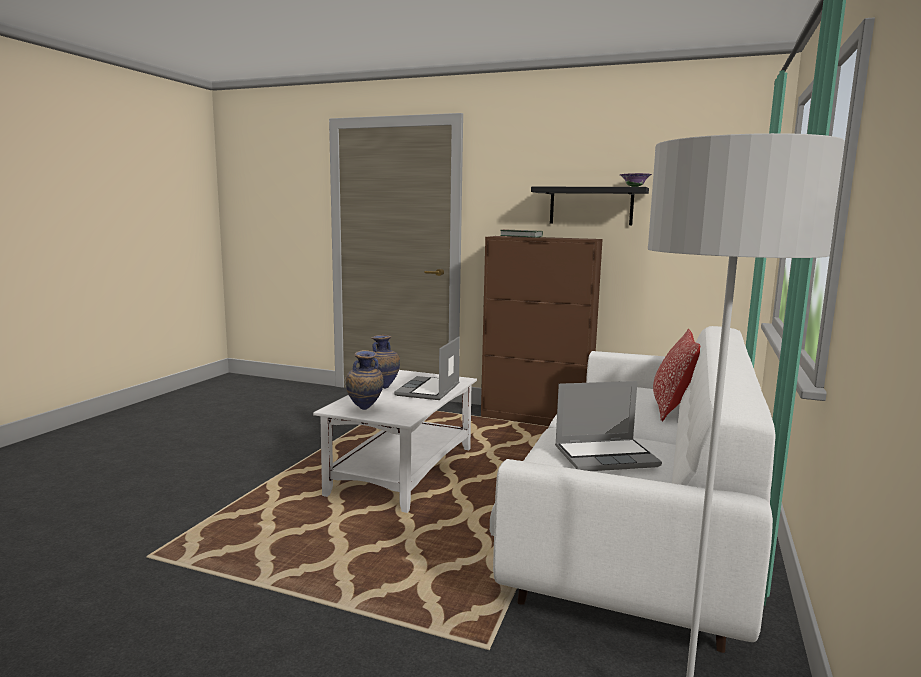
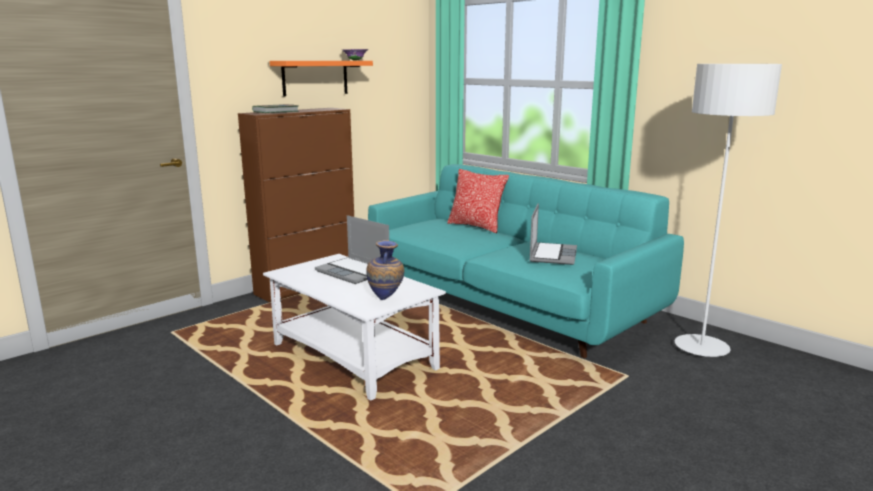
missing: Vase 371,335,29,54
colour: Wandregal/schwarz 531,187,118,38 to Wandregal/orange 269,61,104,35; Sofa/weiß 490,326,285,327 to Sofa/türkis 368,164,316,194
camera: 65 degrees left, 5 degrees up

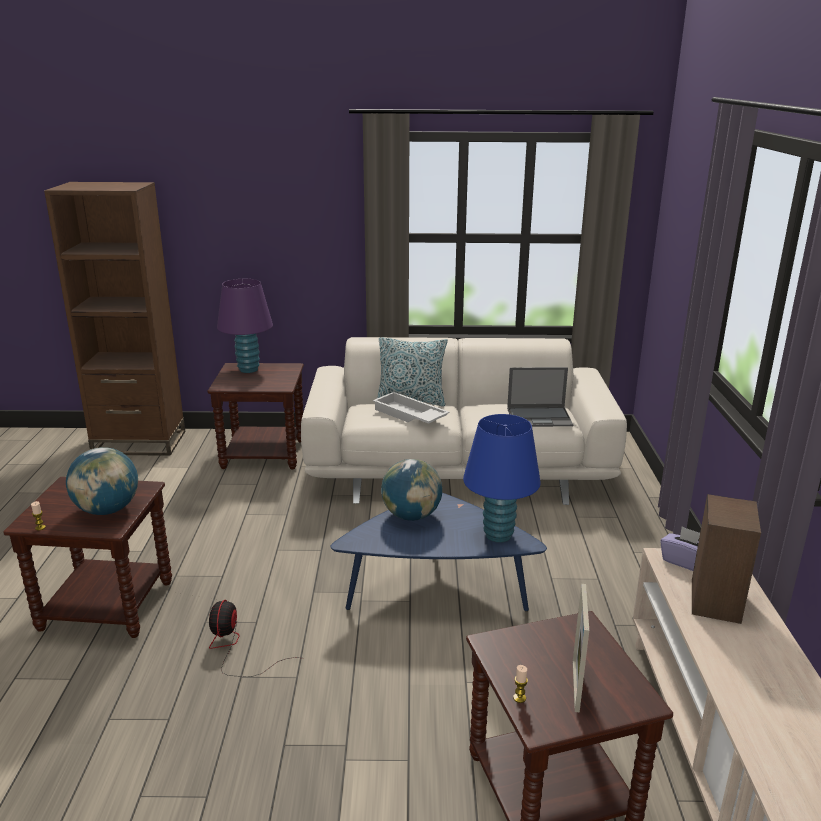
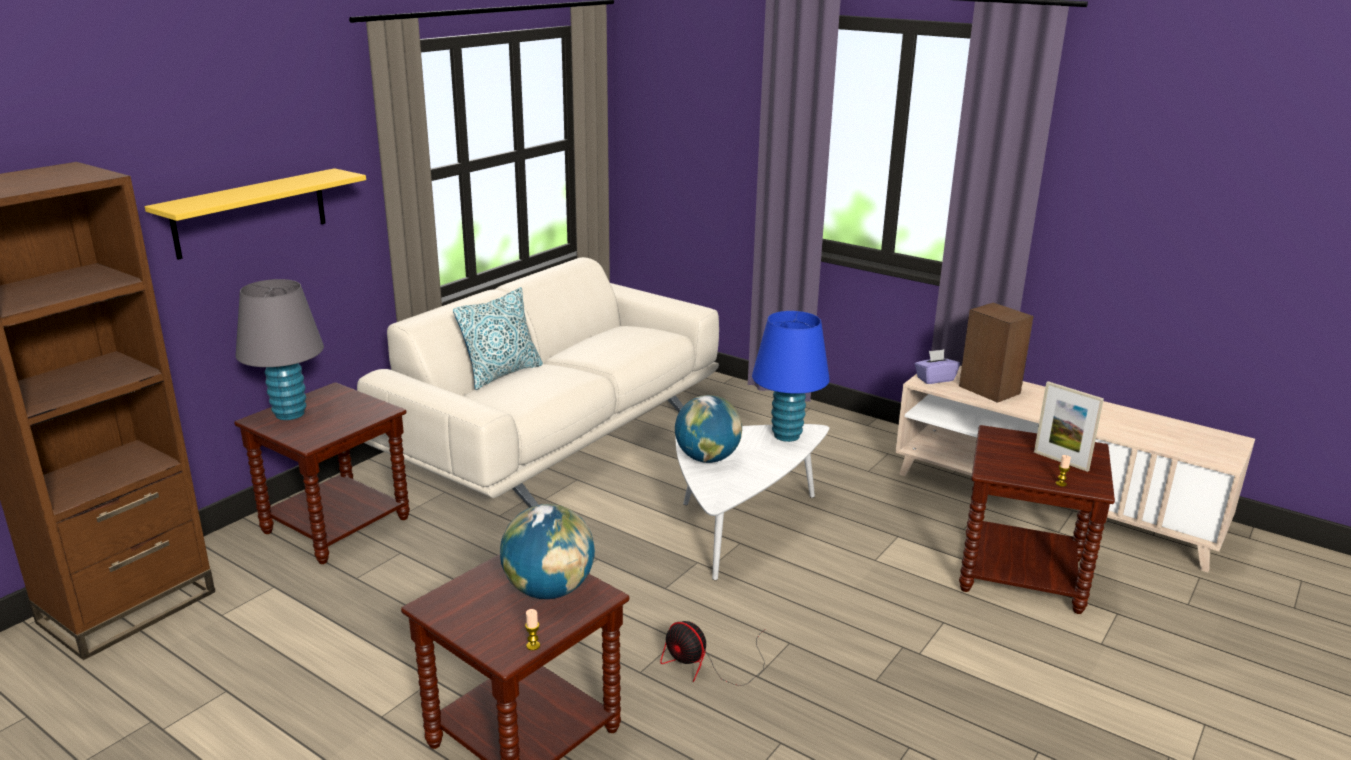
missing: Laptop 507,367,66,60; Tablett/weiß 373,392,77,32
appeared: Wandregal/gelb 145,168,221,92
colour: Tischlampe/lila 217,279,56,94 to Tischlampe/grau 236,279,88,141; Couchtisch/blau 330,493,217,118 to Couchtisch/weiß 675,424,155,156
camera: 55 degrees left, 0 degrees up

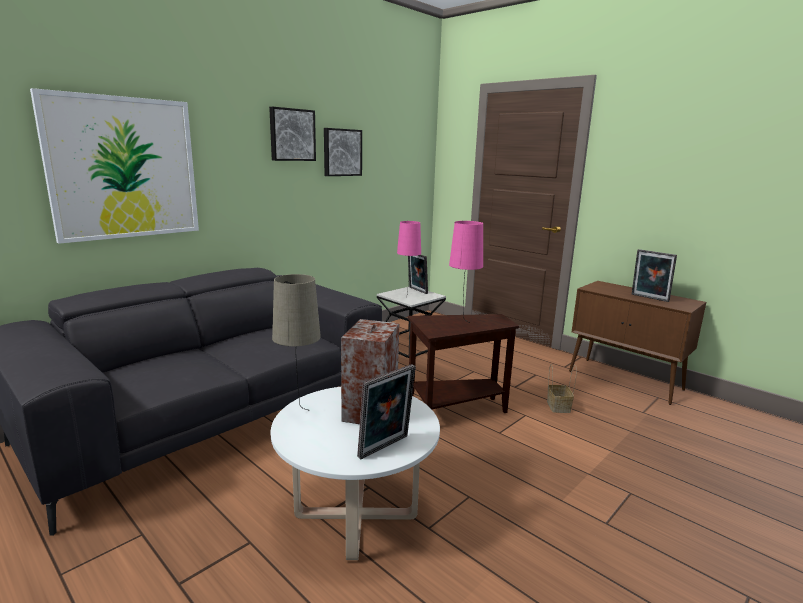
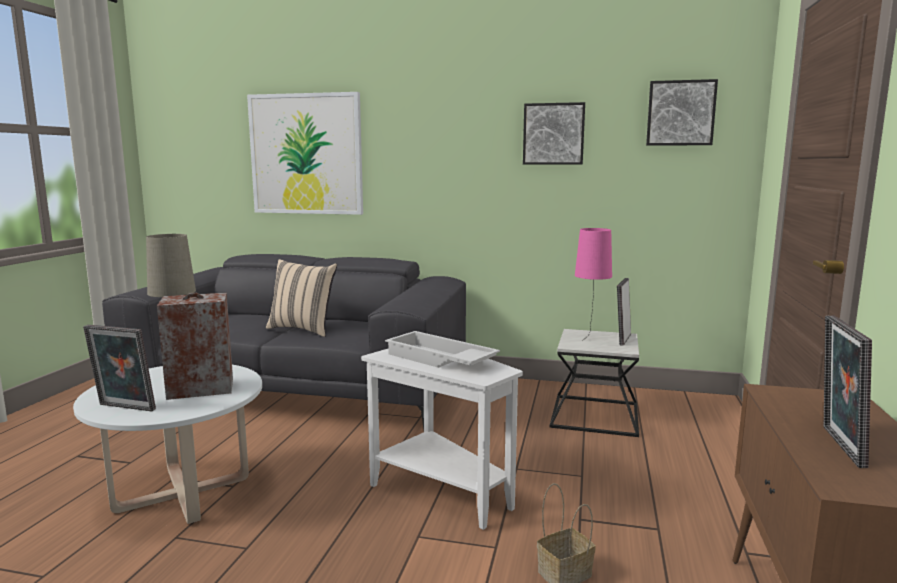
appeared: Kissen/beige 266,259,71,78
relocated: Bild 269,107,47,54 to 646,79,72,67
exchanged: Tischlampe/rosa 449,221,34,101 to Tablett/weiß 385,331,115,37
colour: Beistelltisch/braun 408,314,111,99 to Beistelltisch/weiß 361,349,162,181
camera: 60 degrees right, 5 degrees down

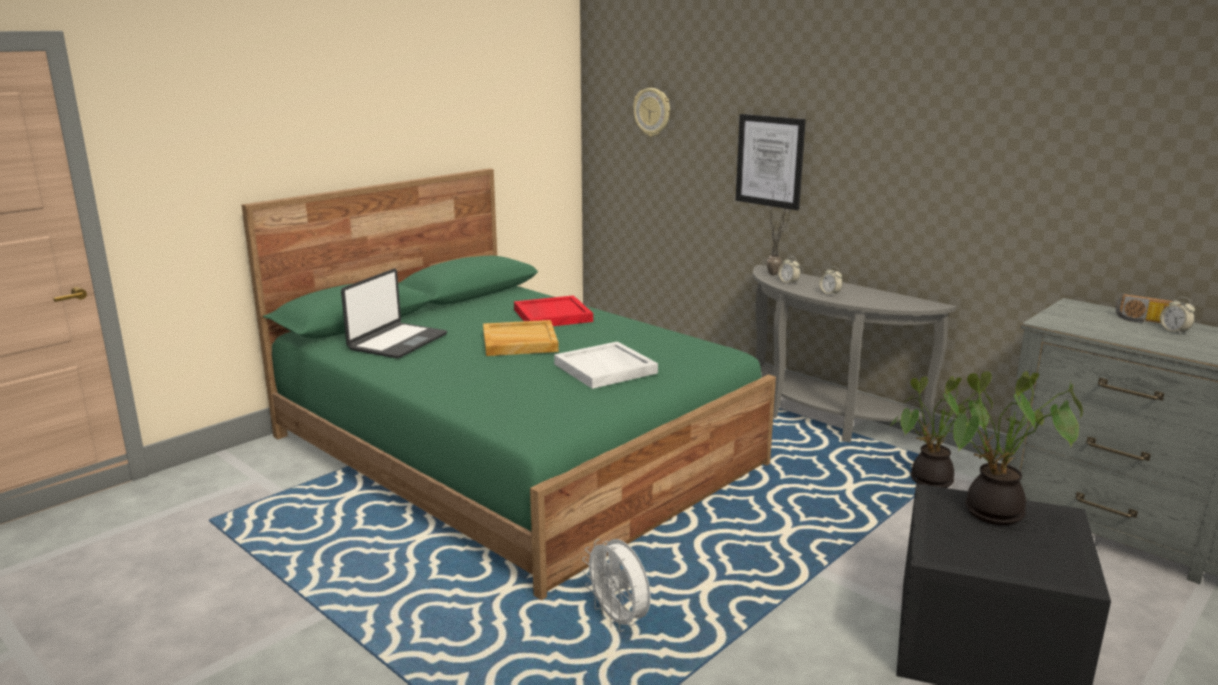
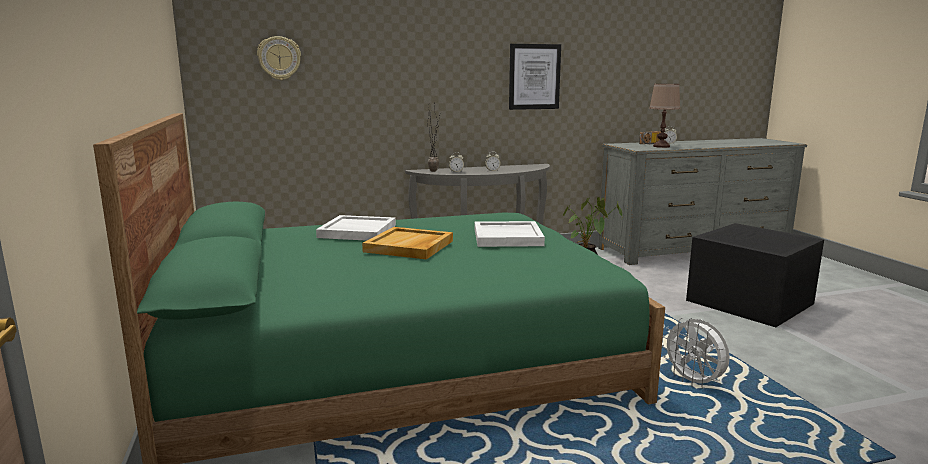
missing: Laptop 341,269,106,89; Topfpflanze 938,371,145,154
appeared: Tischlampe/braun 649,84,31,64
relocated: Bild 736,114,70,96 to 509,44,52,66
colour: Tablett/rot 514,295,79,31 to Tablett/weiß 316,215,80,26
spun: Ventilator/weiß 582,539,69,93 = 662,318,68,70 60 degrees clockwise
camera: 60 degrees left, 5 degrees down

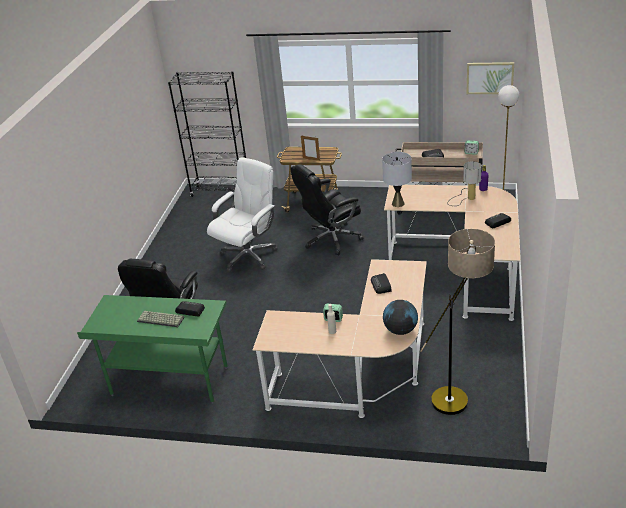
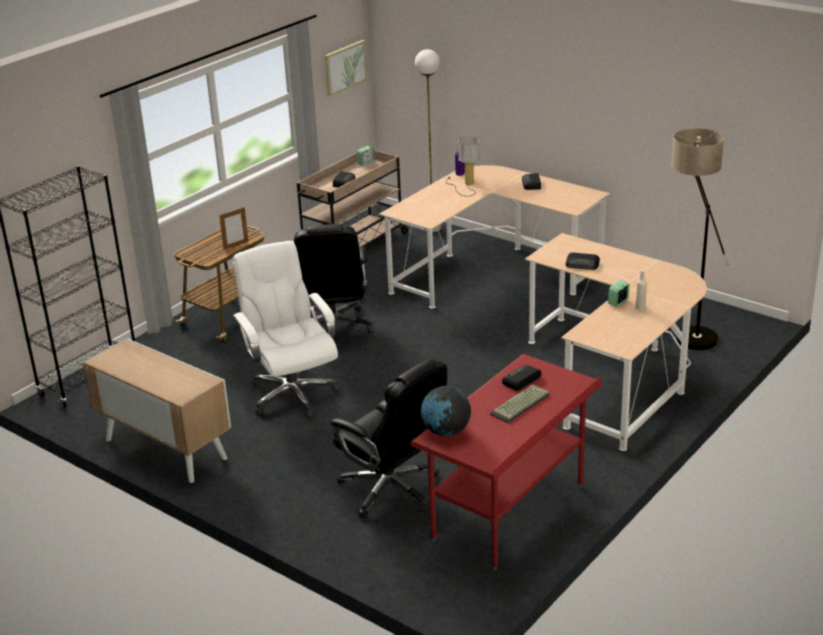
missing: Tischlampe/grau 382,152,30,55
appeared: Schrank 83,338,148,145
relocated: Globus 383,300,35,35 to 421,386,50,50
colour: Schreibtisch/grün 77,295,151,109 to Schreibtisch/rot 411,354,191,216
camera: 65 degrees left, 5 degrees down

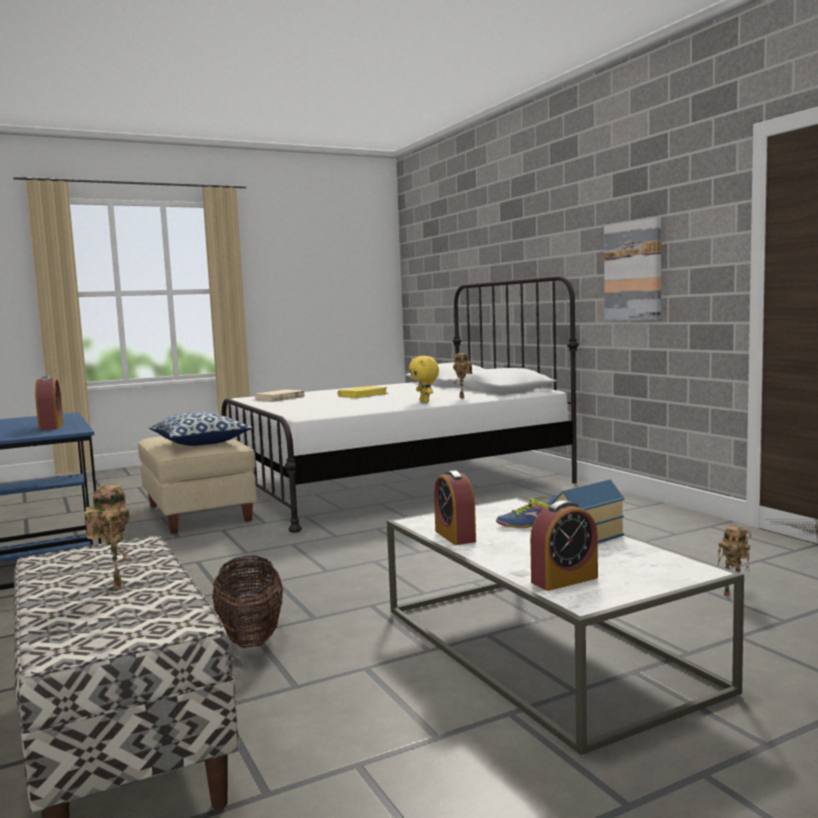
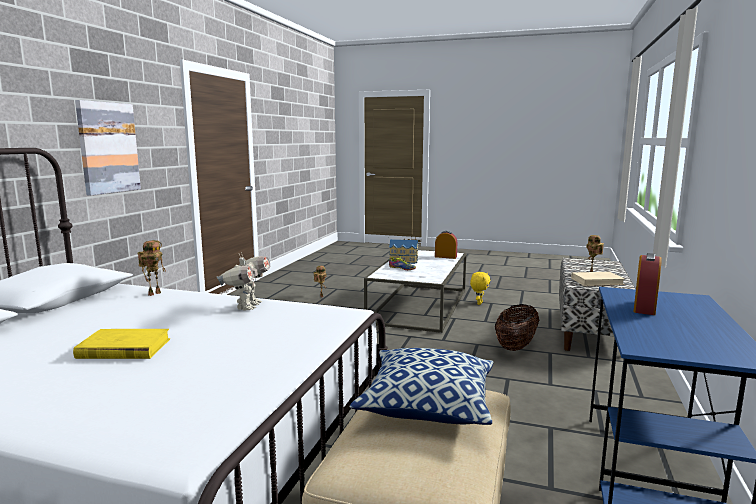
missing: Wecker 434,470,42,75
appeared: Spielzeugroboter 217,252,53,59
relocated: Plüschtier/gelb 409,356,30,47 to 470,272,21,33; Buch/beige 254,390,51,12 to 571,272,54,14
camera: 135 degrees left, 5 degrees up

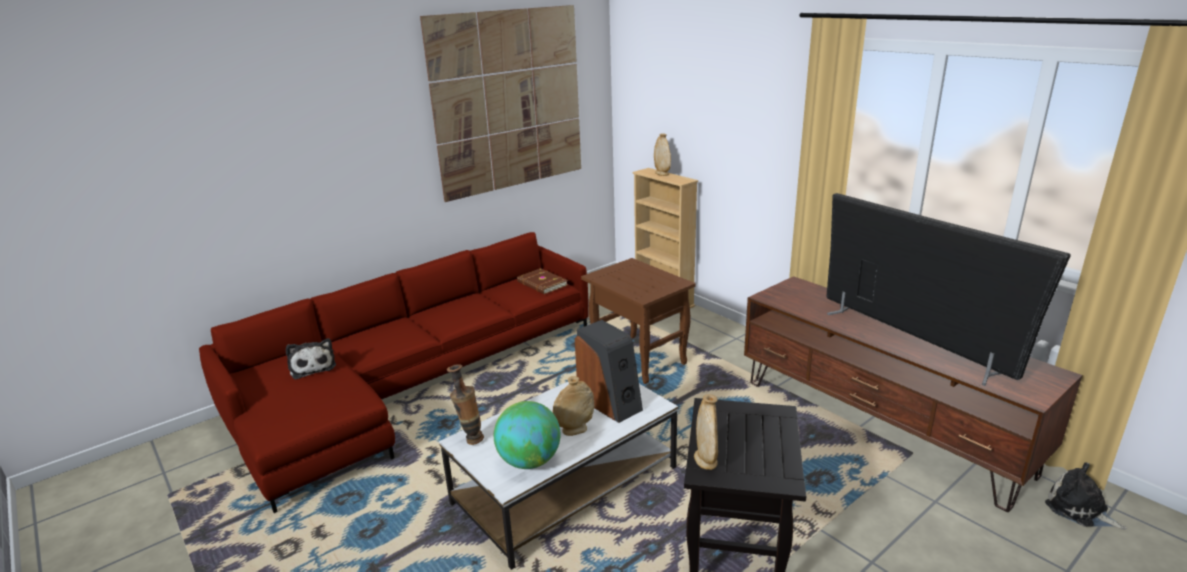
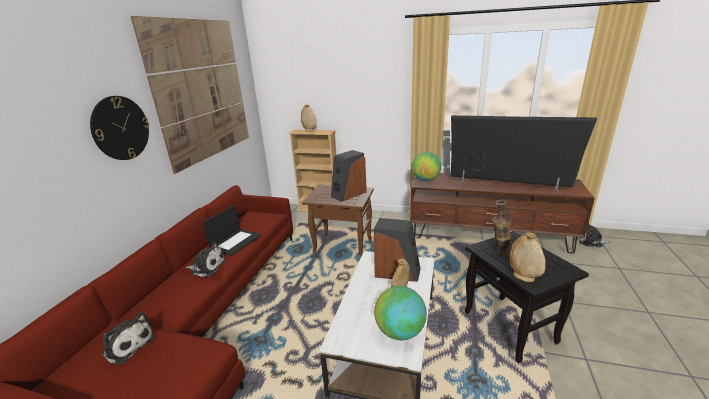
missing: Buch/braun 517,268,50,26
appeared: Wanduhr 90,96,59,64; Lautsprecher 331,150,36,52; Globus 411,152,30,29; Laptop 203,205,58,51; Plüschtier 185,242,41,35
relocated: Vase 447,364,37,81 to 492,200,19,56
camera: 35 degrees left, 0 degrees up

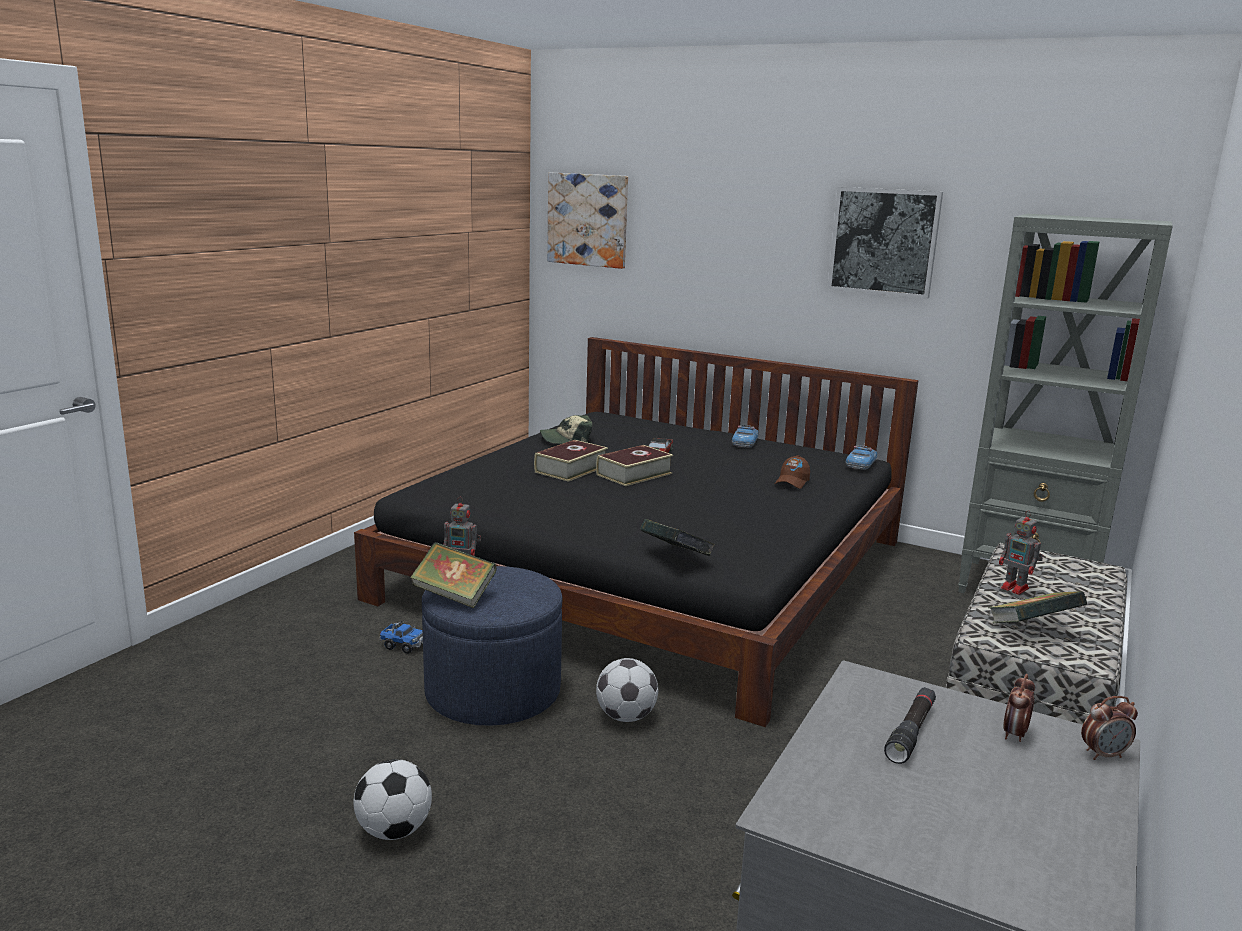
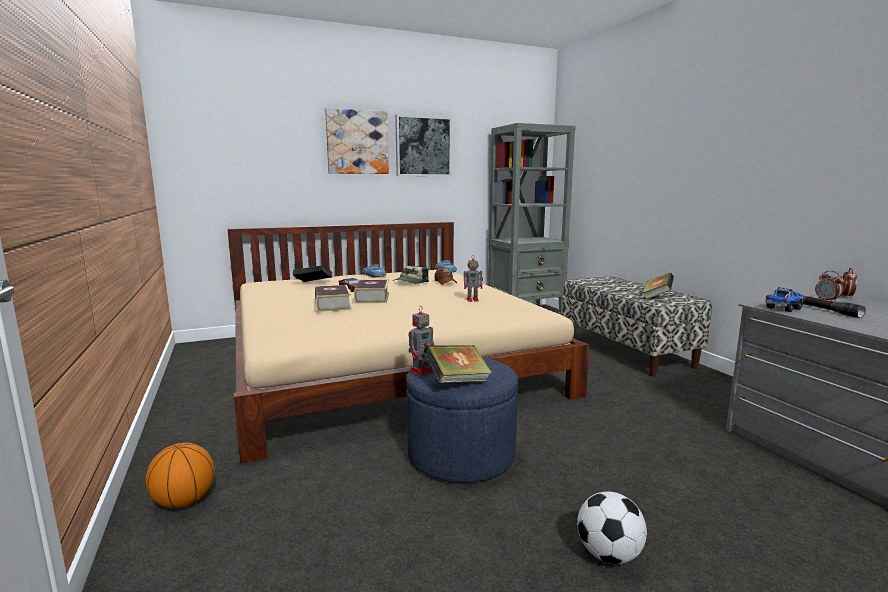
missing: Fußball 596,658,62,64
appeared: Basketball 145,443,69,65
relocated: Bild 547,173,81,96 to 325,108,64,66; Kappe 540,415,53,29 to 393,266,36,18; Spielzeugroboter 999,510,44,85 to 464,255,19,47; Buch 640,519,75,37 to 293,265,39,17; Spielzeuglaster 380,621,43,33 to 765,287,39,25
colour: Bett/schwarz 354,337,565,390 to Bett/beige 228,222,361,242
camera: 50 degrees left, 5 degrees down

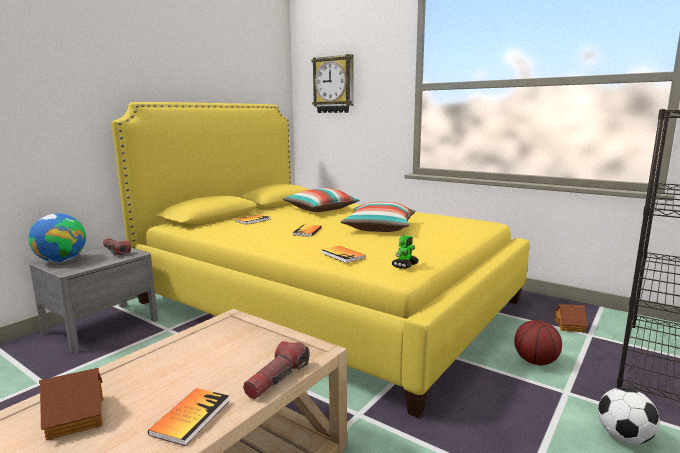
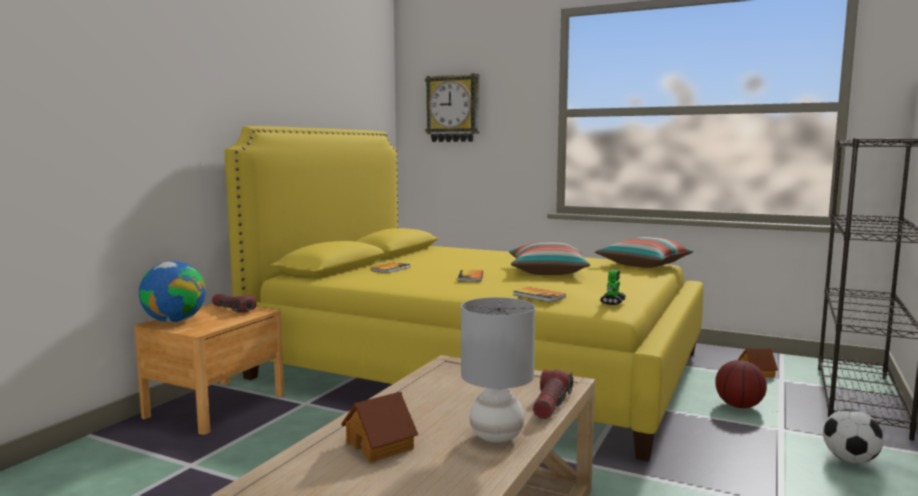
relocated: Kissen 283,188,77,24 to 595,237,99,31
exchanged: Buch 148,388,81,58 to Tischlampe/grau 461,297,74,145
colour: Nachttisch/grau 29,246,129,107 to Nachttisch/braun 134,304,150,131
camera: 10 degrees left, 5 degrees down

